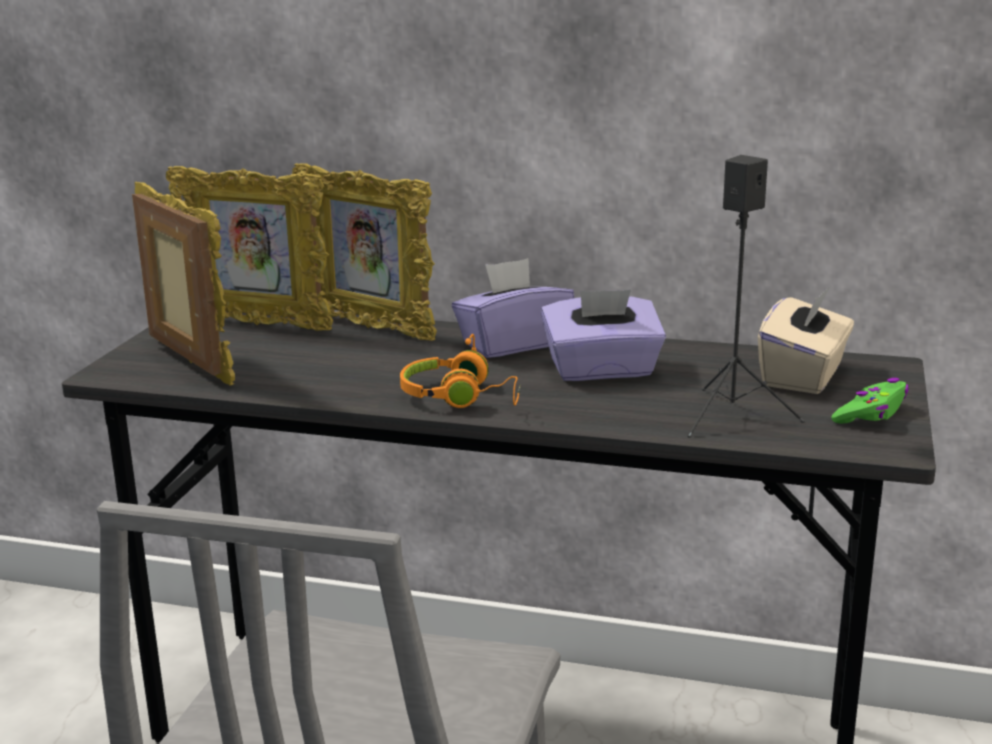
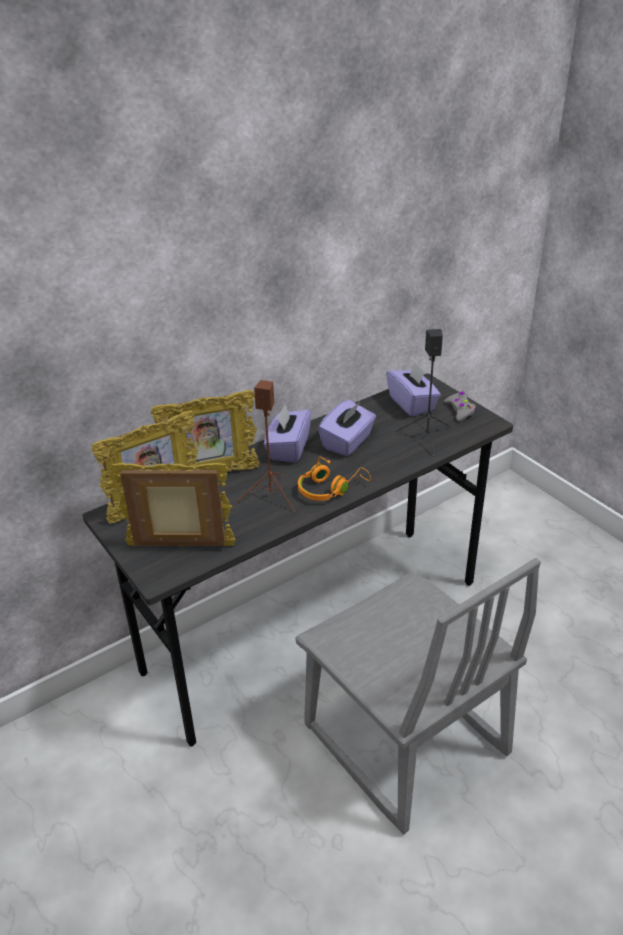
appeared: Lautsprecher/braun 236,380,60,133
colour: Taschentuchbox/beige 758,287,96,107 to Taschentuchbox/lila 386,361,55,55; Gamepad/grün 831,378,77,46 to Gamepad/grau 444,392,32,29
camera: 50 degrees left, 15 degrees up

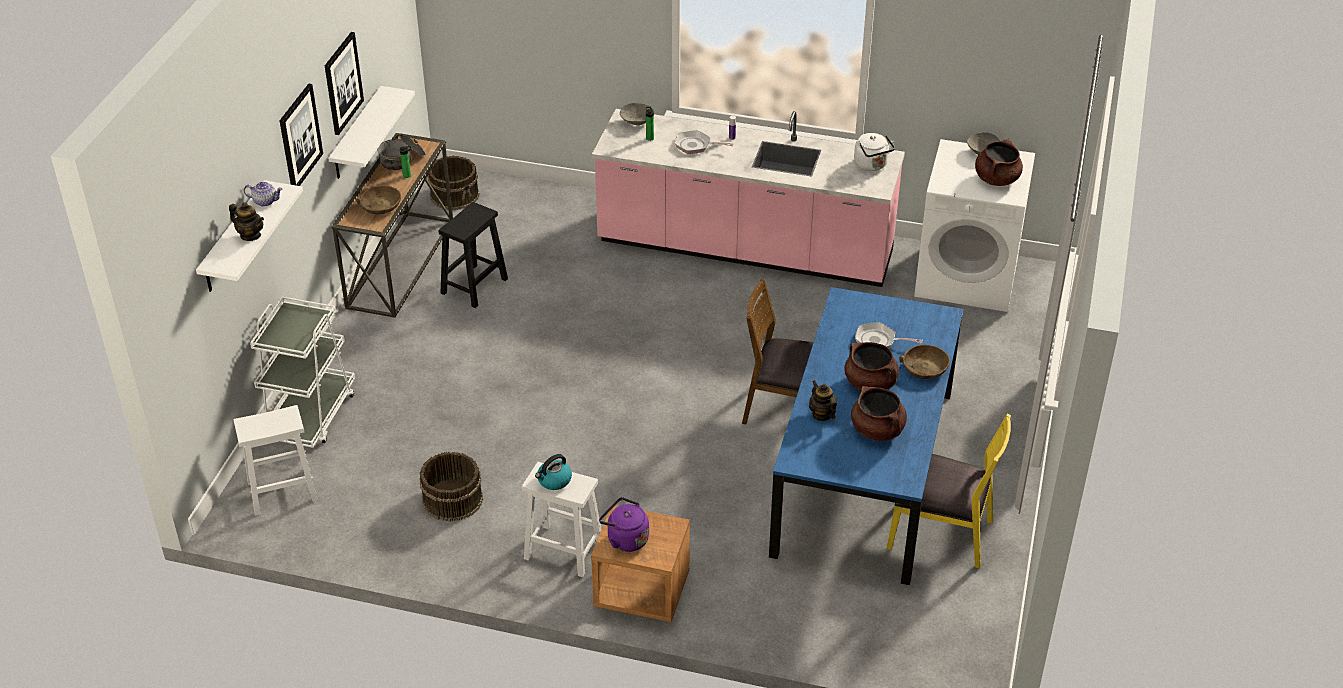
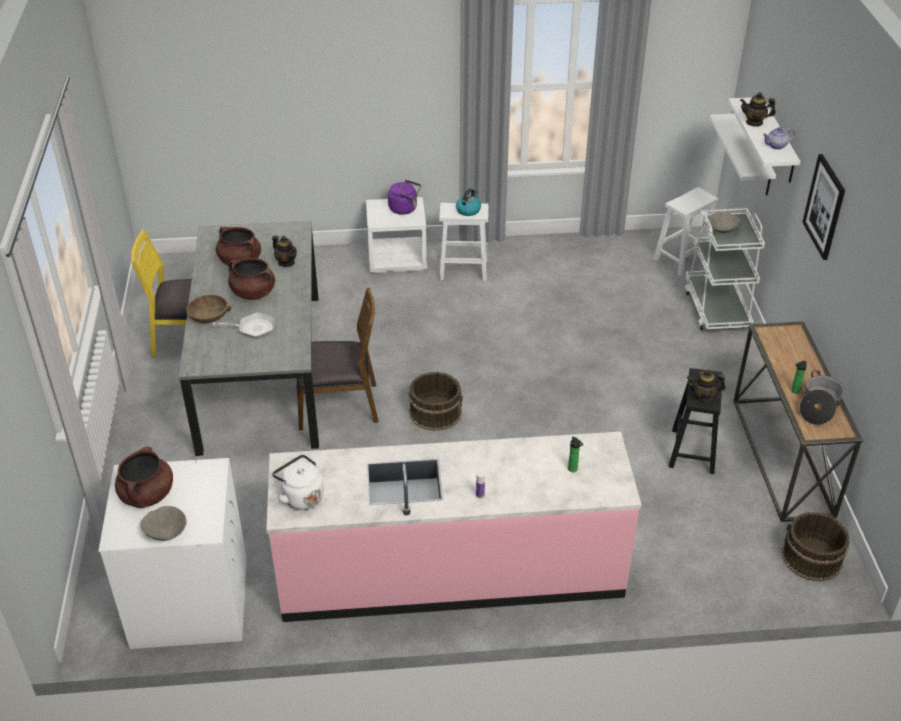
missing: Bild 325,32,39,103; Pfanne 674,130,59,24; Schüssel/braun 356,186,45,29
appeared: Teekanne 687,369,39,34
relocated: Wandregal/weiß 328,86,87,93 to 710,114,66,81; Schüssel/grau 620,103,35,22 to 709,212,33,21; Eimer/braun 419,452,64,69 to 408,372,55,59
colour: Esstisch/blau 769,287,194,298 to Esstisch/grau 179,221,140,235; Nachttisch/braun 591,504,99,118 to Nachttisch/weiß 366,197,61,76
camera: 160 degrees right, 0 degrees up

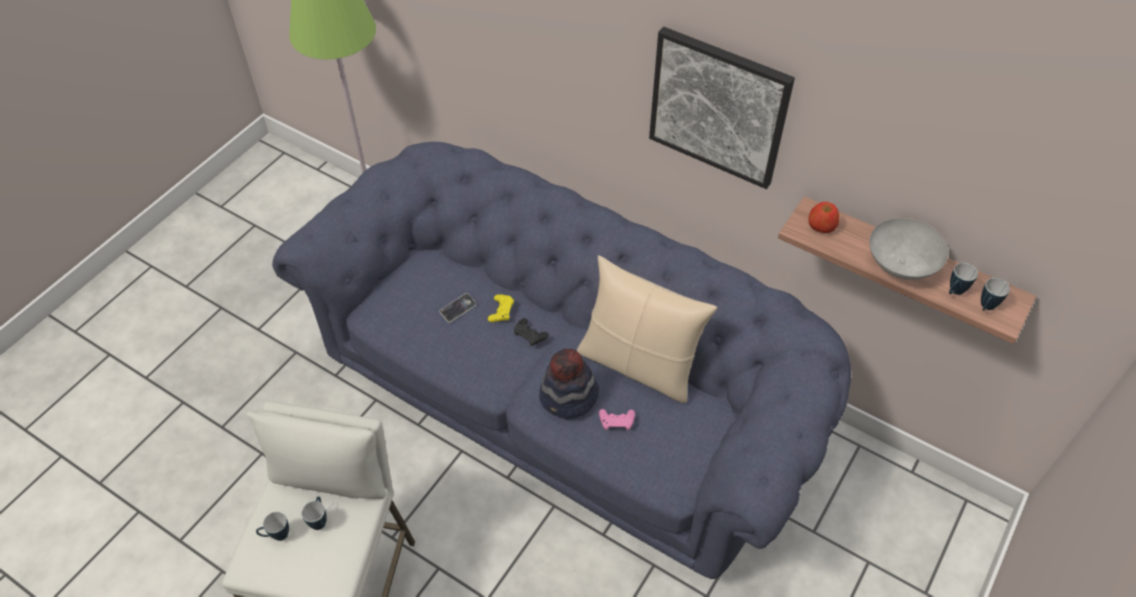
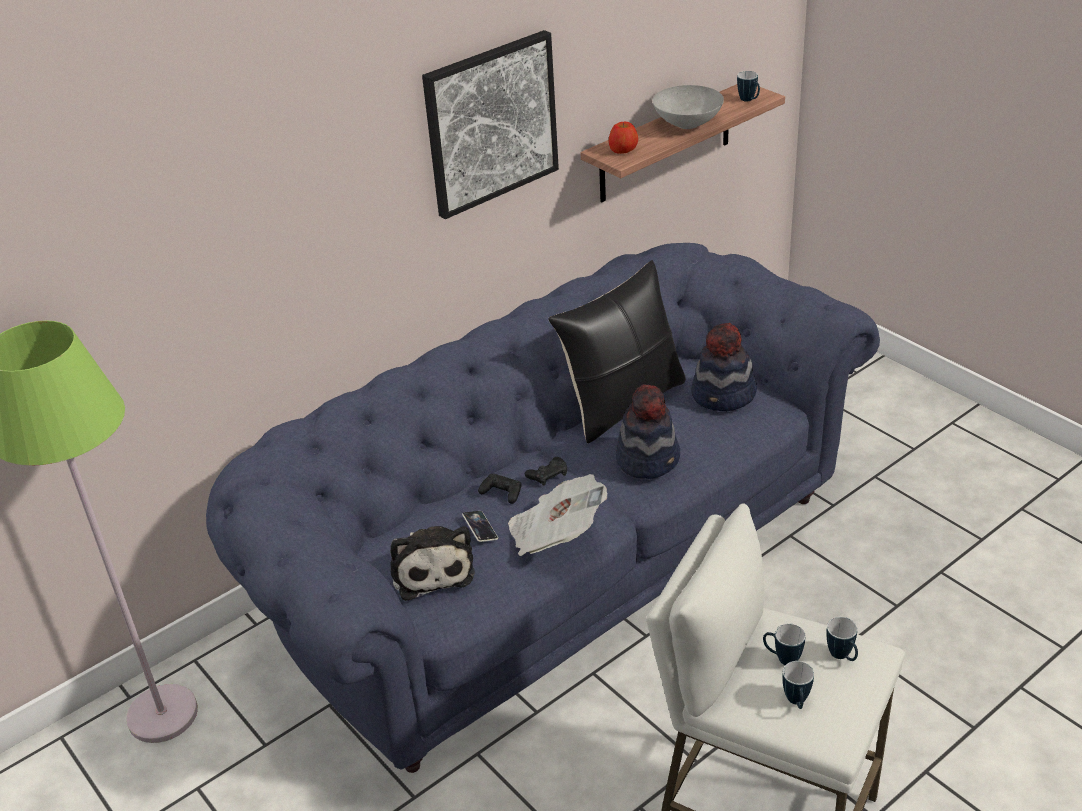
missing: Gamepad/rosa 599,409,36,21
appeared: Hut 691,323,66,89; Zeitung 508,474,99,82; Plüschtier 390,526,85,75
relocated: Henkelbecher 949,263,29,32 to 826,617,32,44
colour: Kissen/beige 577,255,140,148 to Kissen/schwarz 548,260,138,183; Gamepad/gelb 488,294,26,28 to Gamepad/schwarz 478,474,43,30
camera: 70 degrees left, 15 degrees down

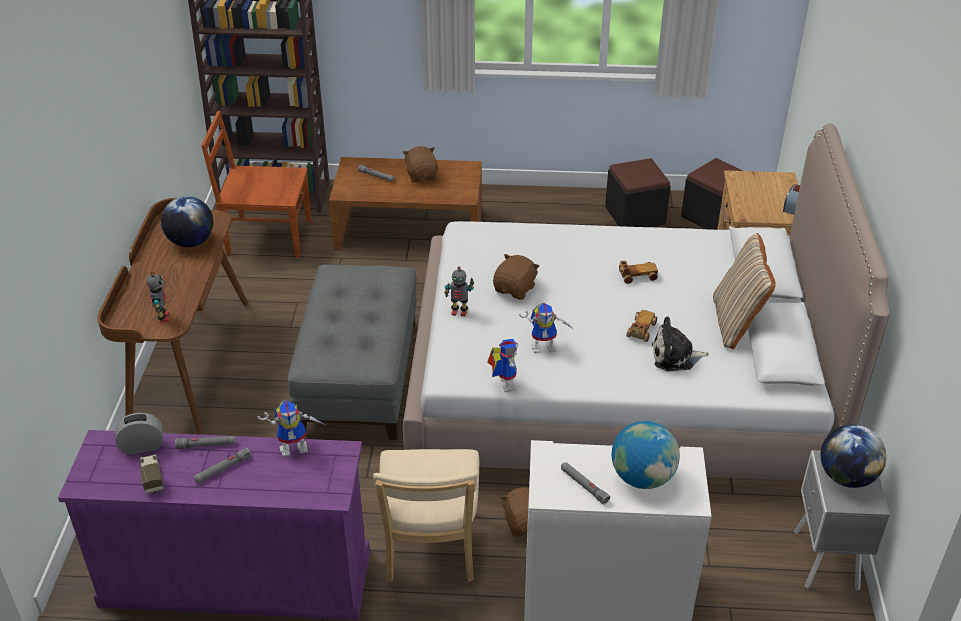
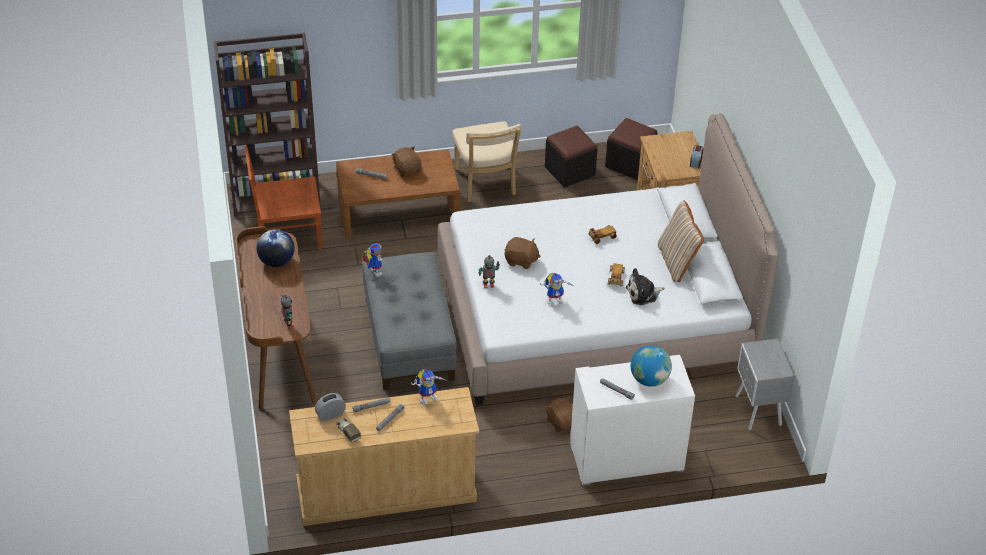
missing: Globus 820,424,66,64
relocated: Spielzeugroboter 488,339,30,53 to 362,243,21,34; Stuhl/beige 373,449,106,133 to 452,121,69,81
colour: Kommode/lila 58,430,312,190 to Kommode/beige 289,387,190,139
spun: Plüschtier/braun 493,254,46,46 = 505,237,36,32 90 degrees clockwise
camera: 15 degrees left, 5 degrees up

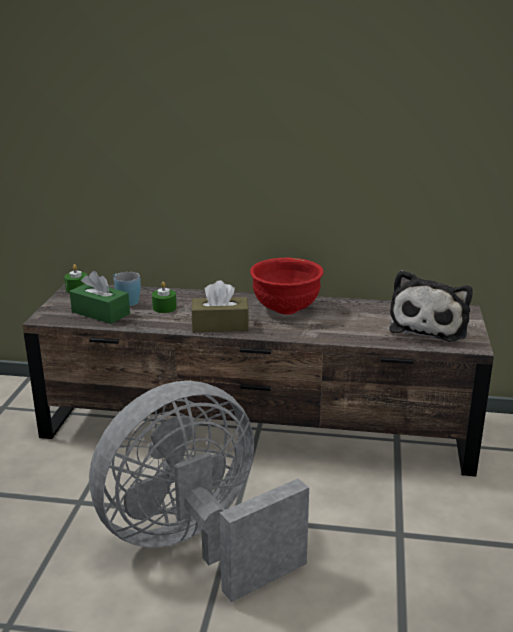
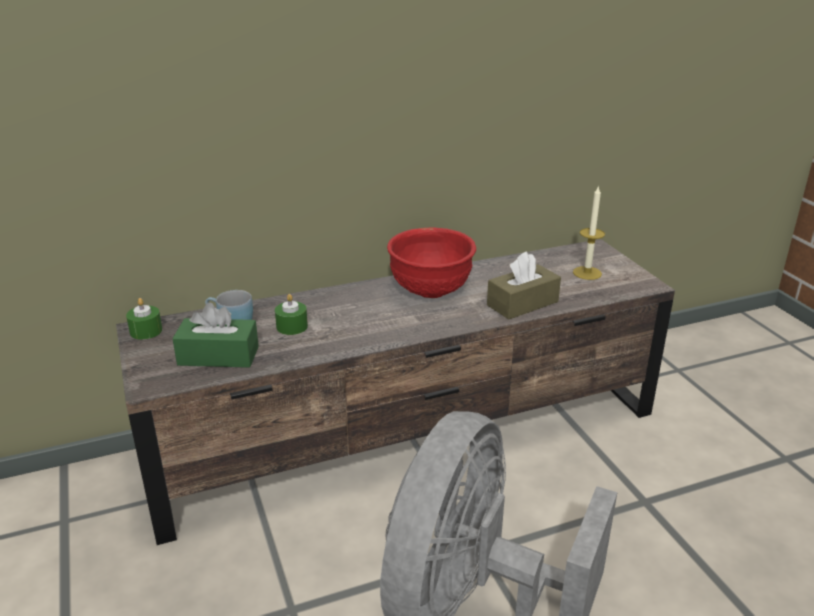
relocated: Taschentuchbox/braun 191,280,58,52 to 487,251,74,68
exchanged: Plüschtier 389,270,84,72 to Kerze 573,185,32,95
camera: 30 degrees left, 5 degrees up

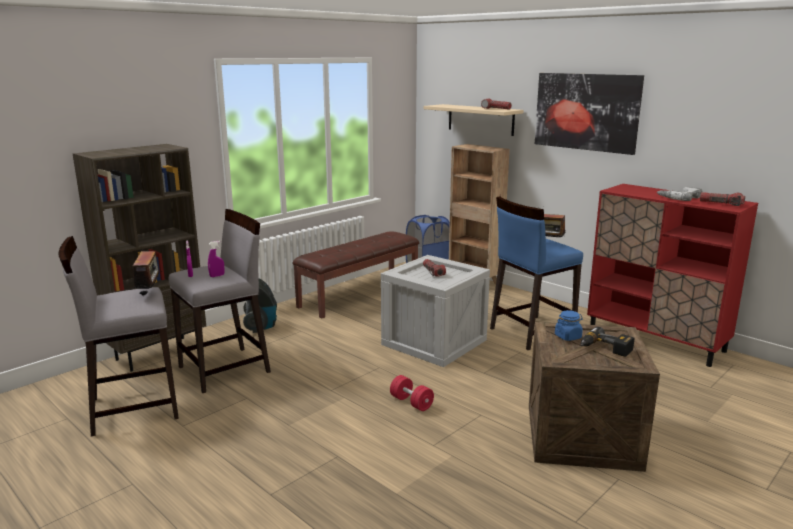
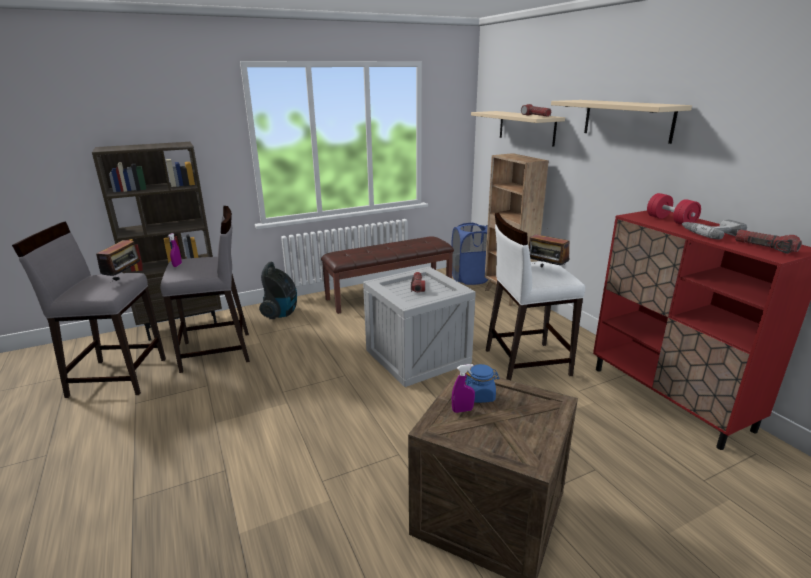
missing: Bohrmaschine 581,327,54,30
relocated: Sprühflasche/lila 208,241,16,36 to 452,364,23,49; Hantel/rot 390,375,44,36 to 647,193,54,32
exchanged: Bild 535,73,109,82 to Wandregal/beige 551,100,141,44
colour: Hocker/blau 490,196,93,154 to Hocker/weiß 486,213,99,167
camera: 20 degrees right, 5 degrees up

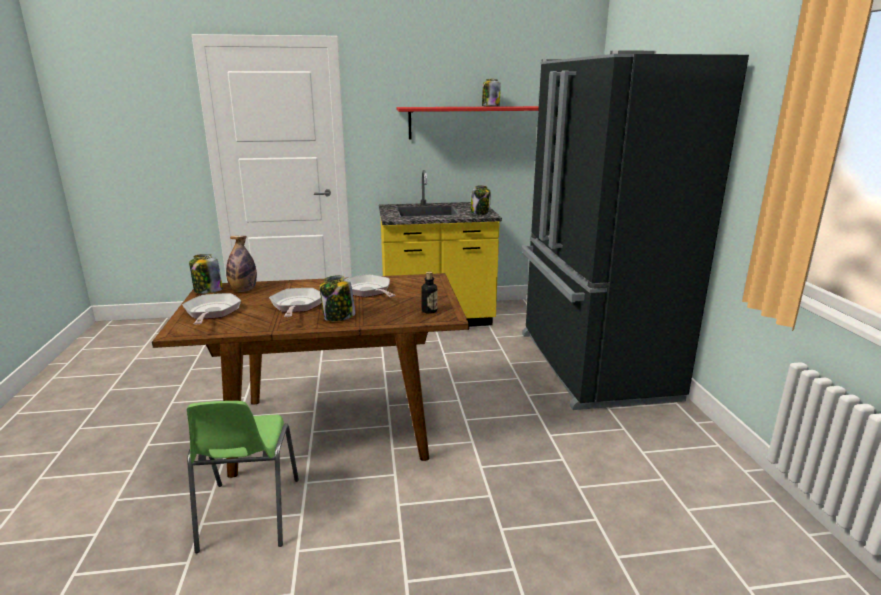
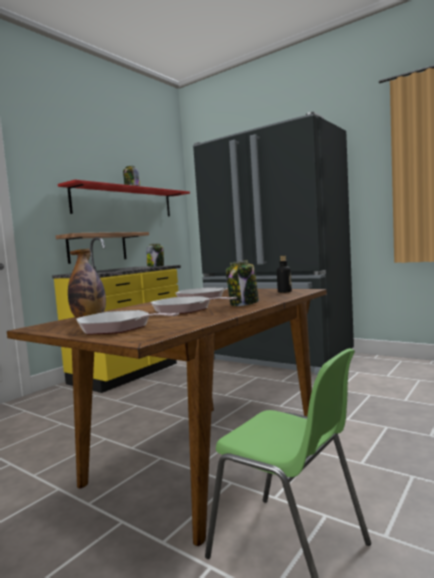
missing: Vorratsglas 189,254,34,40
appeared: Wandregal 56,232,93,32
camera: 45 degrees left, 15 degrees down

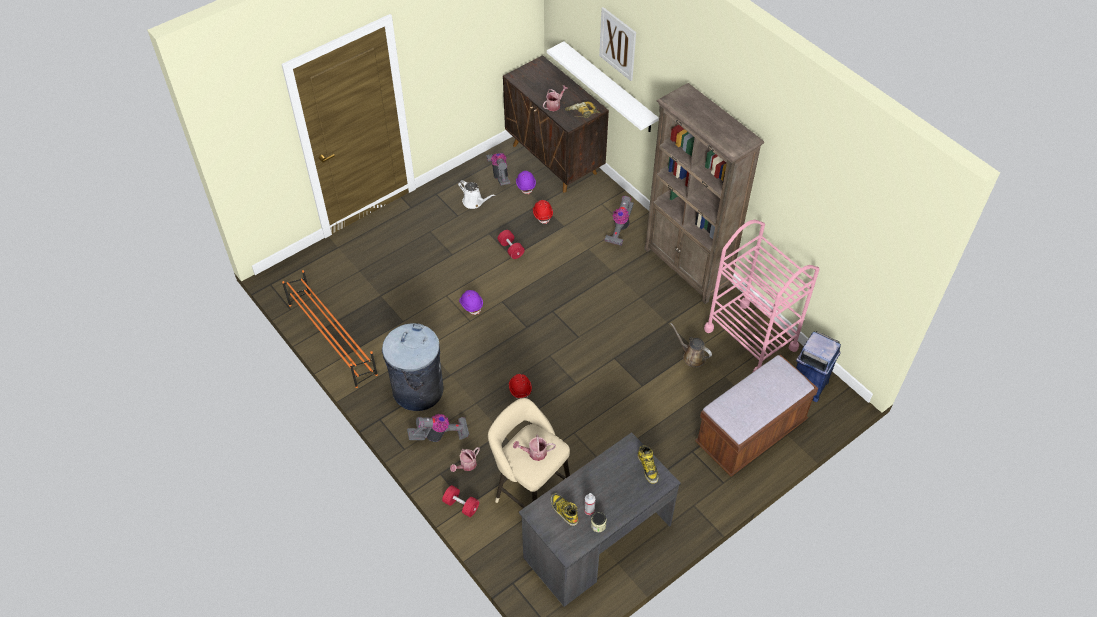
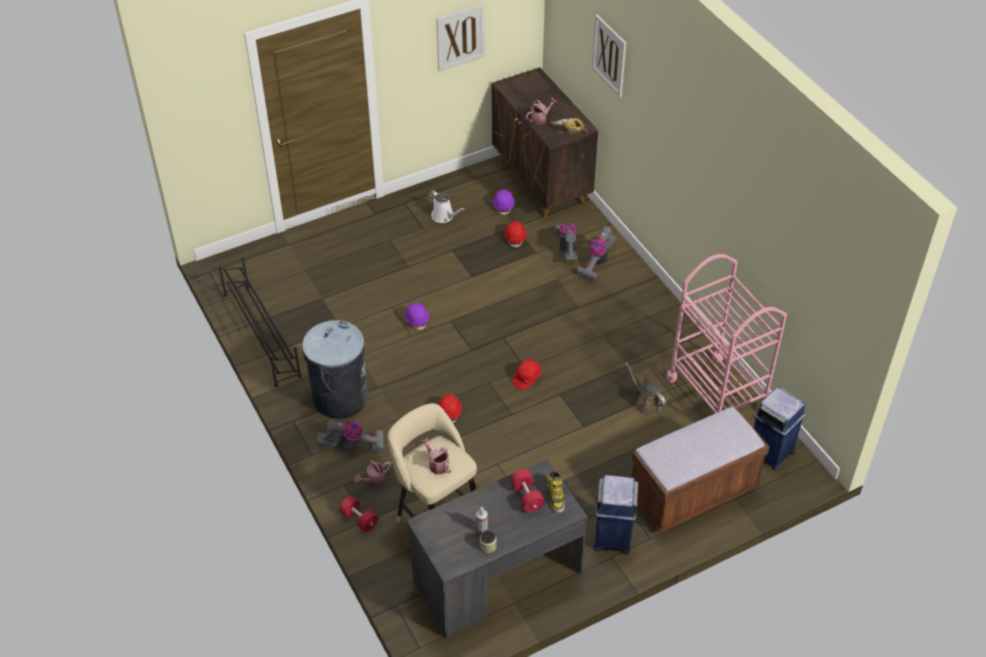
missing: Wandregal/weiß 547,41,112,91; Bücherregal/braun 644,83,120,221; Stiefel 550,493,29,33
appeared: Bild 436,4,48,67; Schutzhelm/rot 513,359,29,31; Mülleimer/blau 594,475,44,80
relocated: Staubsauger 486,152,24,34 to 555,223,22,37; Hantel/rot 498,230,27,29 to 510,469,35,44
colour: Schuhregal/orange 282,270,96,118 to Schuhregal/schwarz 219,258,82,129
spun: Gießkanne 513,434,43,27 = 421,437,30,37 45 degrees clockwise
camera: 10 degrees right, 5 degrees down

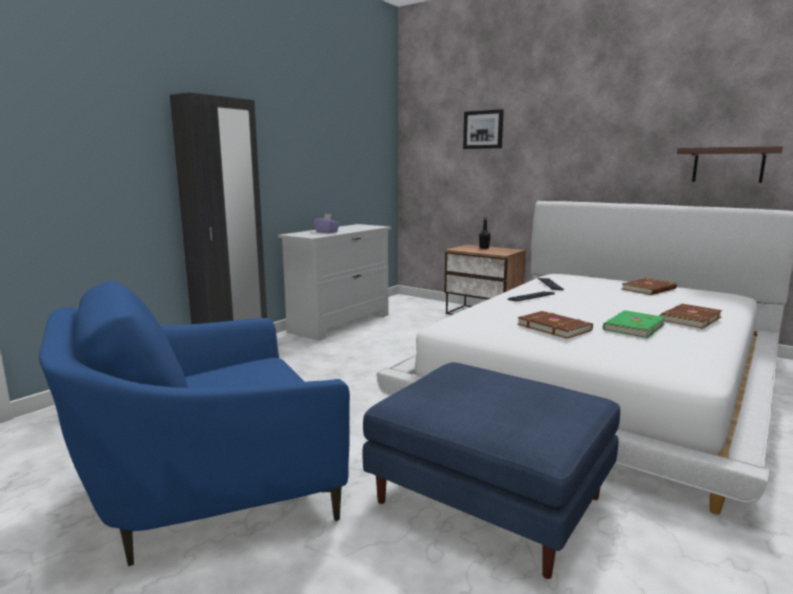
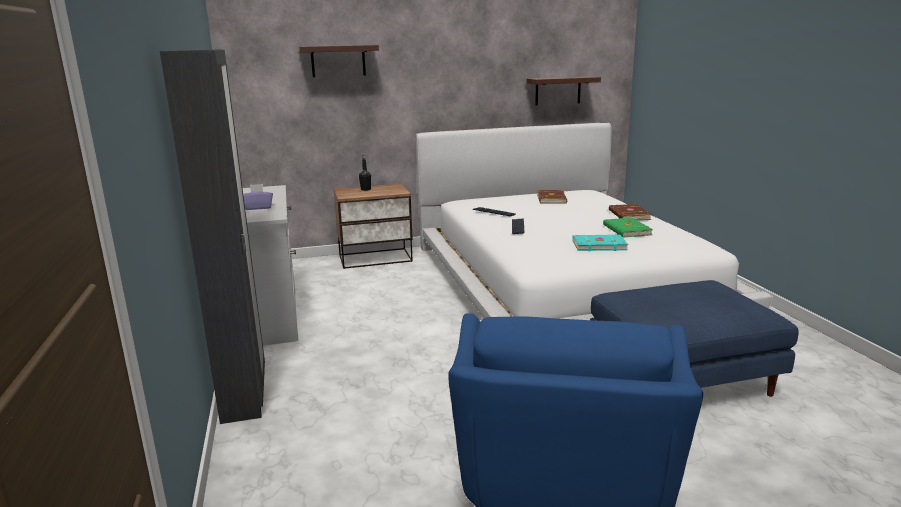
exchanged: Bild 463,109,41,40 to Wandregal 299,45,80,32
colour: Buch/braun 517,311,76,28 to Buch/türkis 572,234,56,17
camera: 50 degrees left, 5 degrees up

